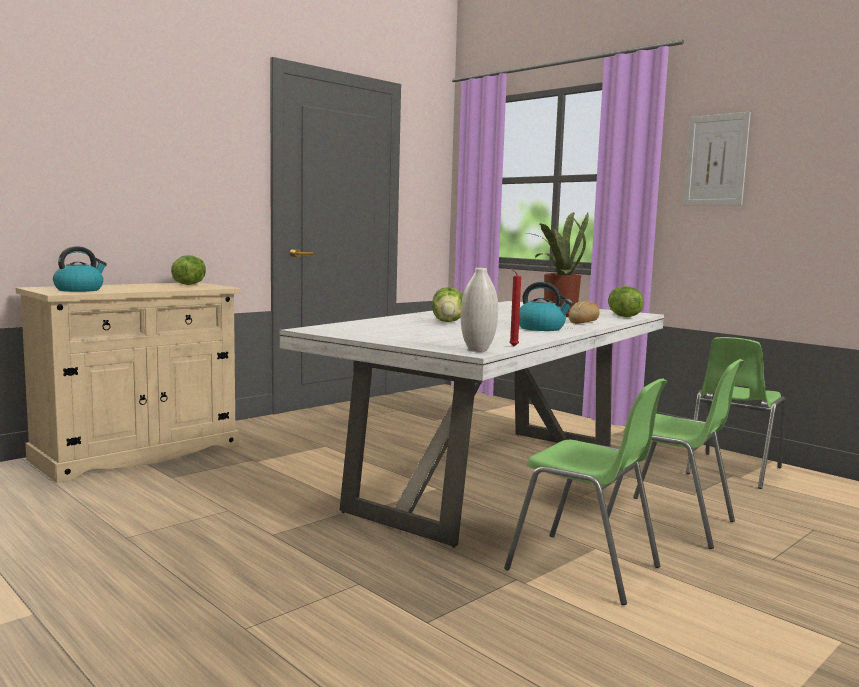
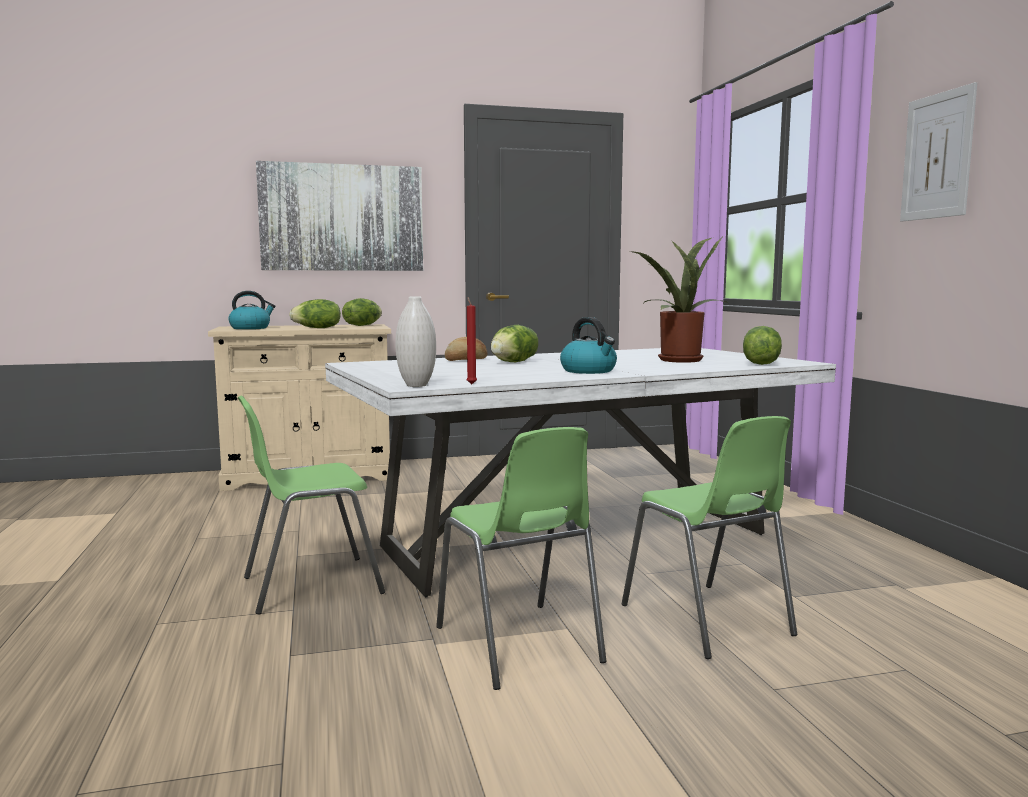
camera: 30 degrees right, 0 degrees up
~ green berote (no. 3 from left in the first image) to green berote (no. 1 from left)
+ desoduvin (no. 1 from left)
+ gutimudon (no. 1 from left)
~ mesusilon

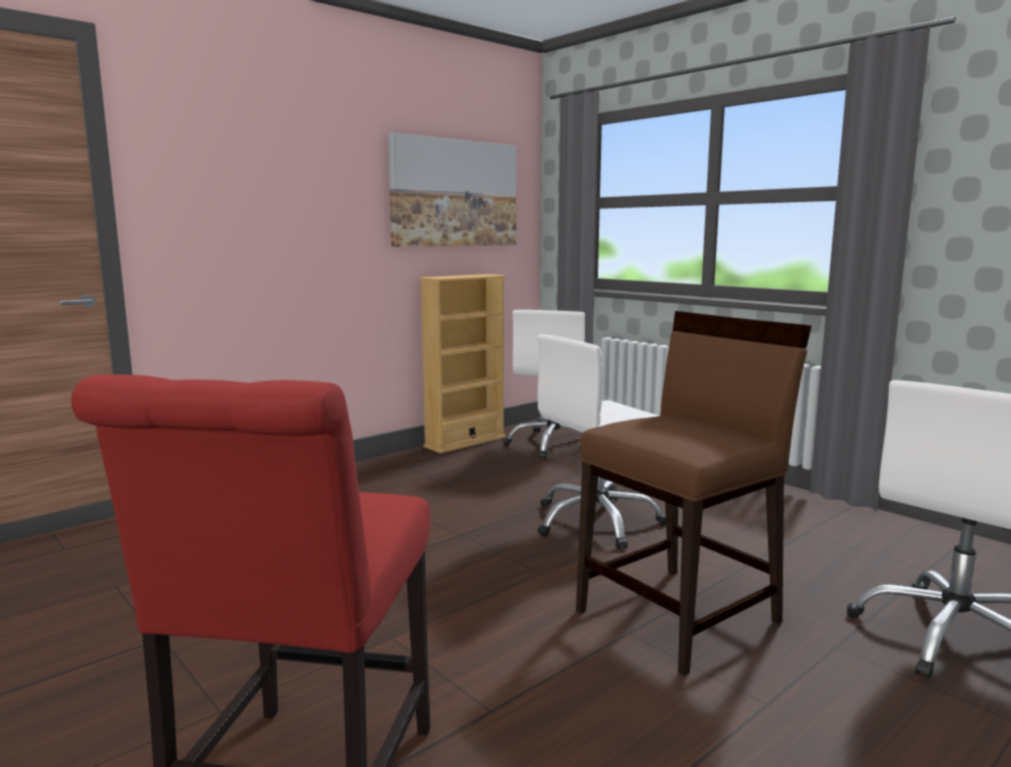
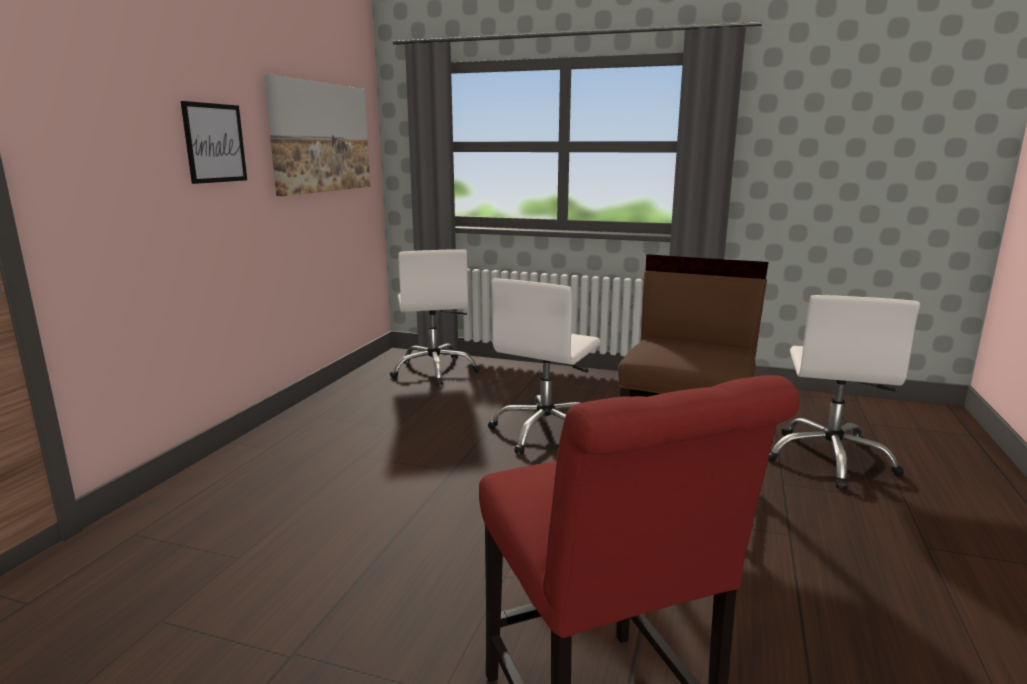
camera: 30 degrees left, 5 degrees up
+ desoduvin (no. 1 from left)
- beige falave

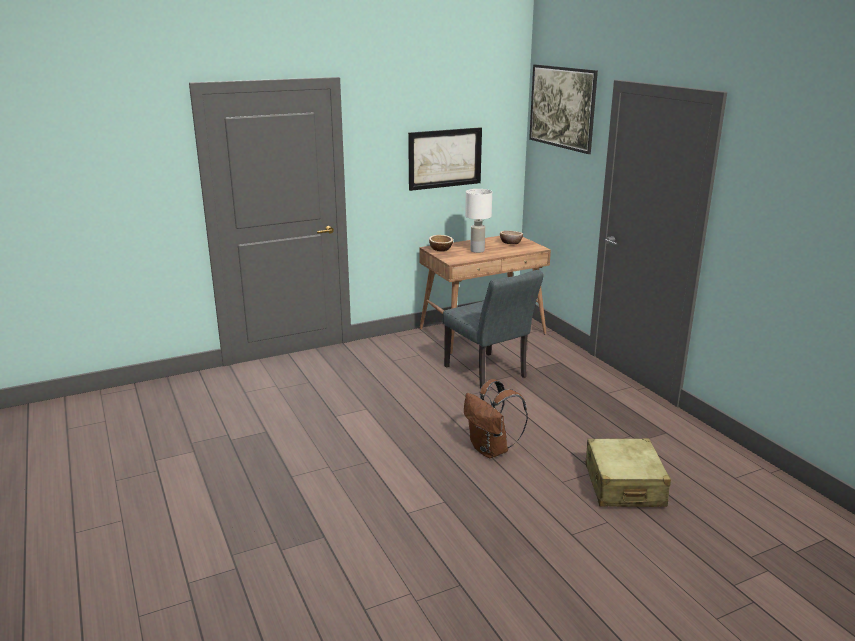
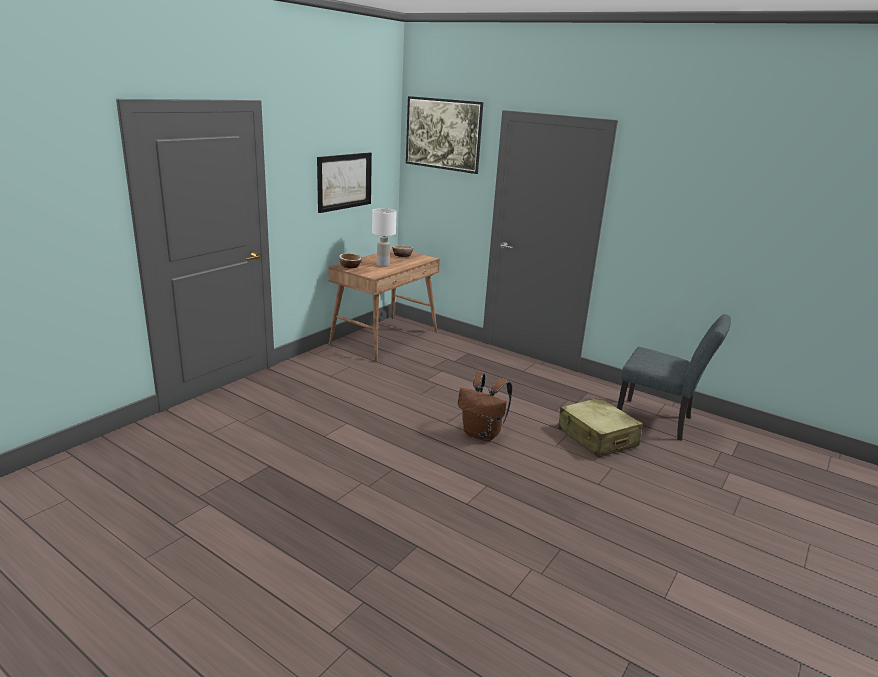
camera: 30 degrees left, 0 degrees up
~ grey berote

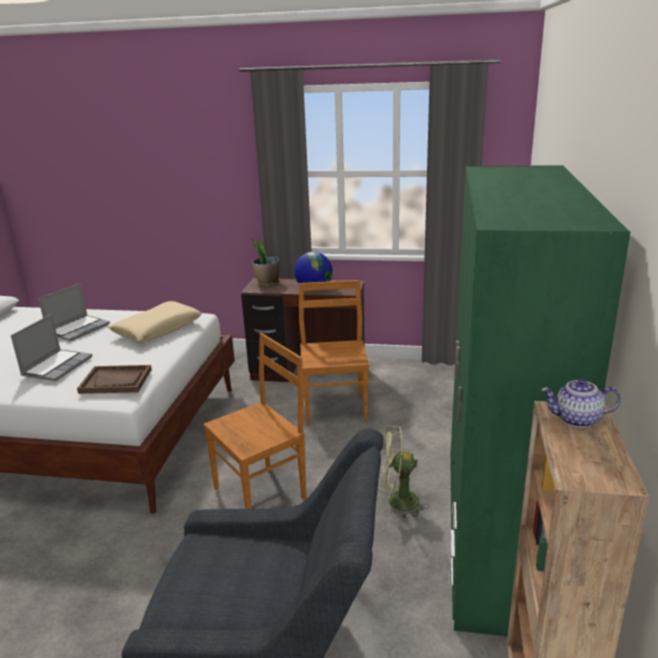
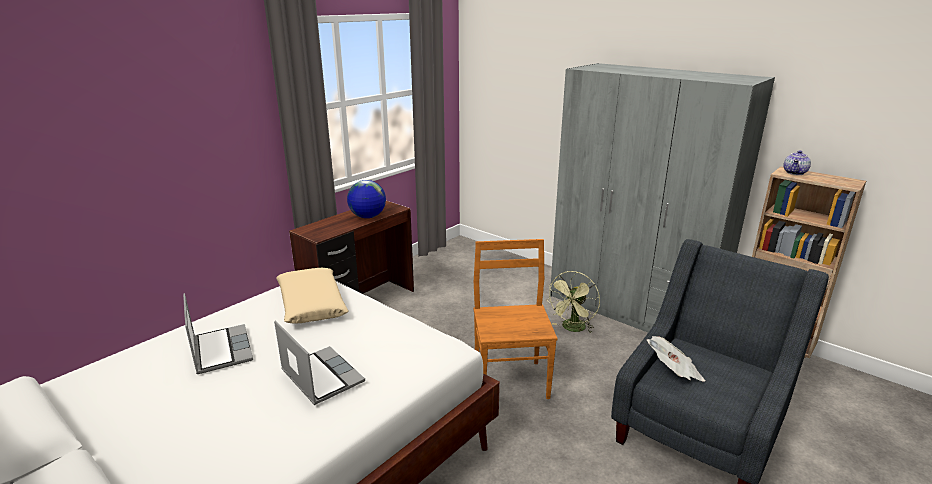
camera: 60 degrees left, 0 degrees up
~ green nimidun to grey nimidun
+ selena
- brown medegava
- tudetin
- brown berote (no. 2 from left)

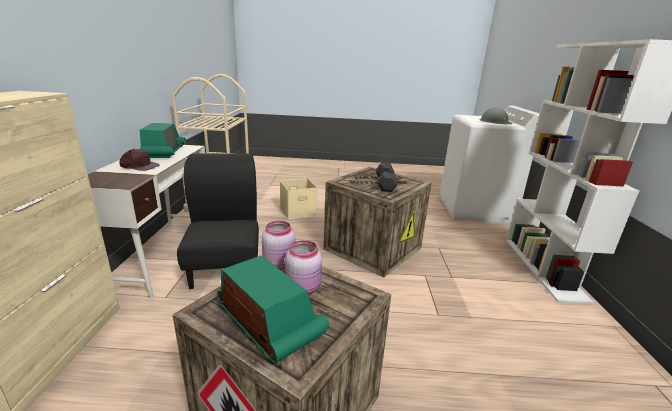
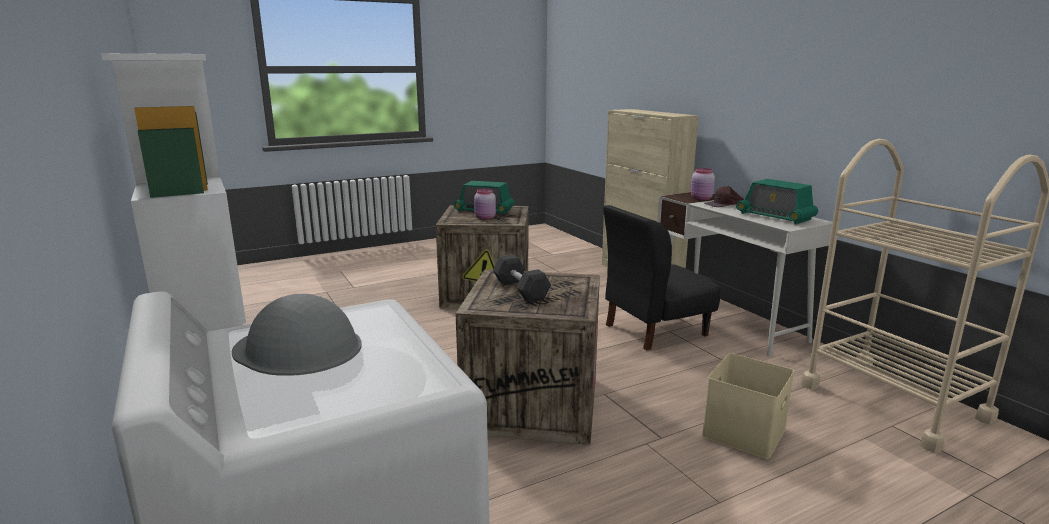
camera: 150 degrees right, 5 degrees down
~ black berote 105 degrees clockwise
~ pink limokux (no. 1 from left in the first image) to pink limokux (no. 2 from left)

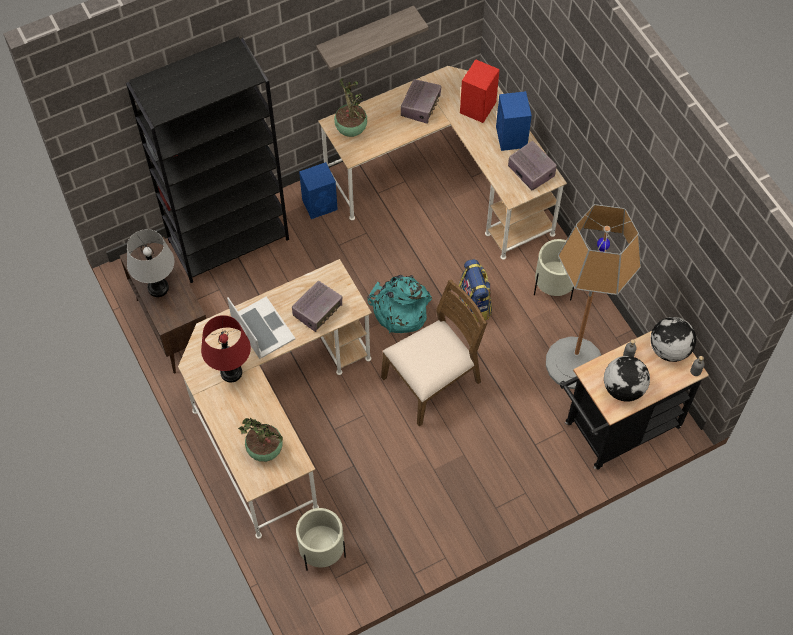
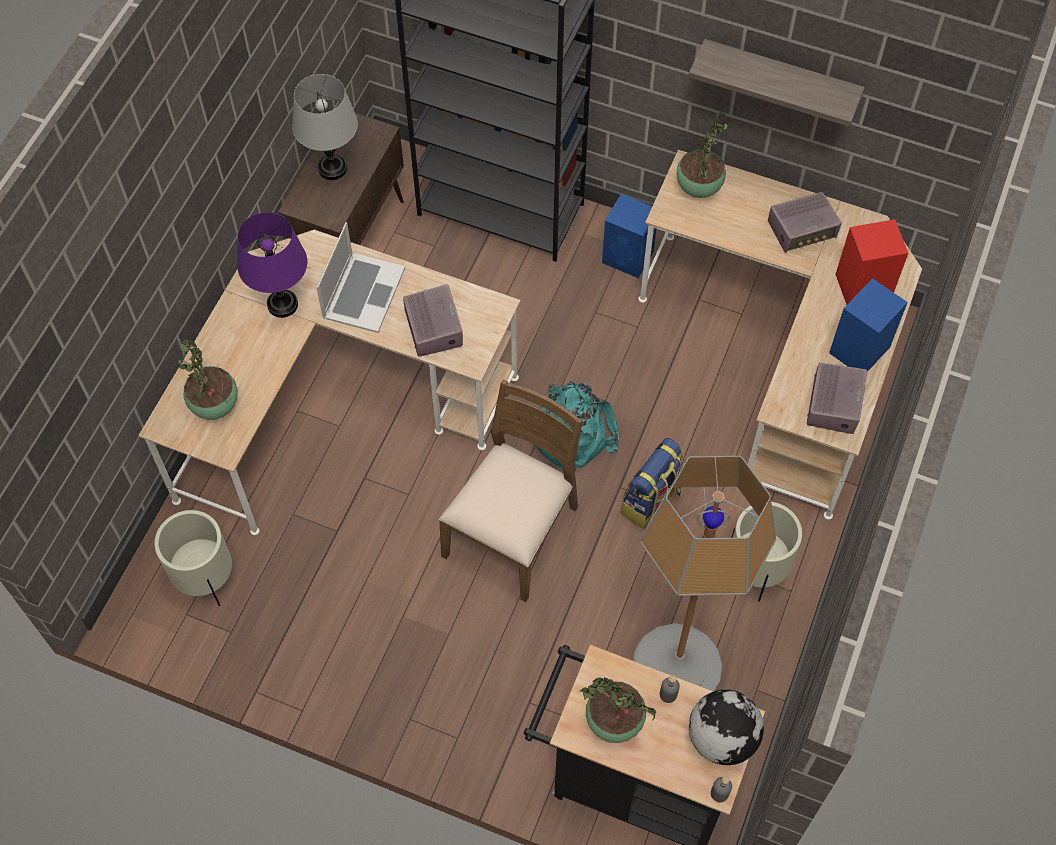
camera: 50 degrees right, 0 degrees up
~ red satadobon to purple satadobon
~ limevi (no. 1 from left) 105 degrees counterclockwise
~ brown berote 75 degrees counterclockwise
~ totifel (no. 1 from left) to tudetin (no. 2 from left)

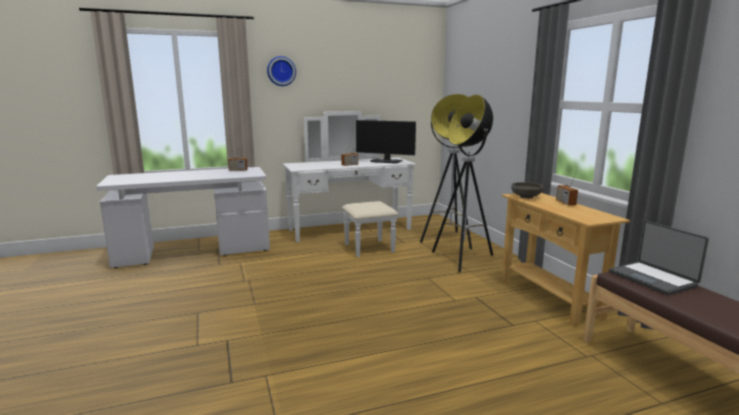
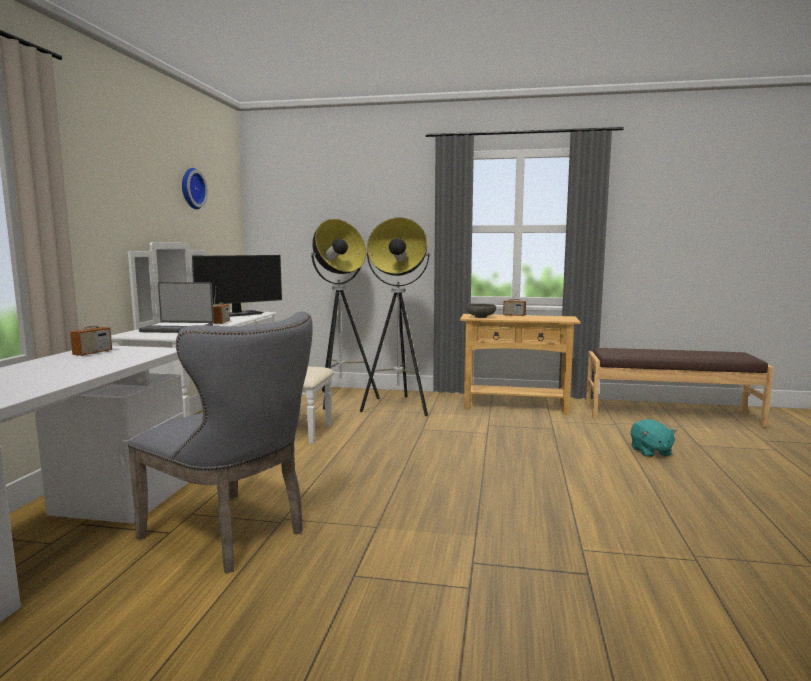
camera: 60 degrees left, 5 degrees down
+ grey berote
~ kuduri
~ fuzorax
+ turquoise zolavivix

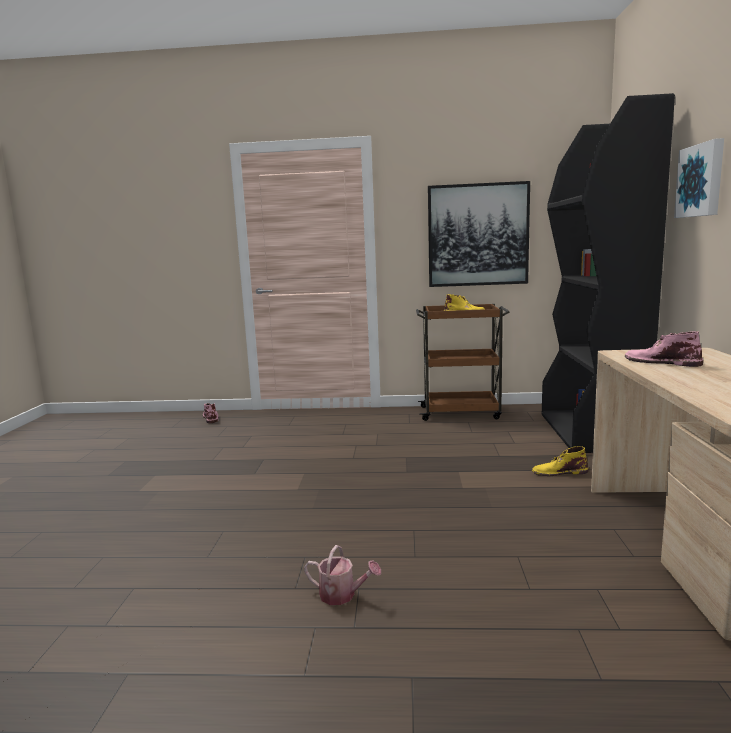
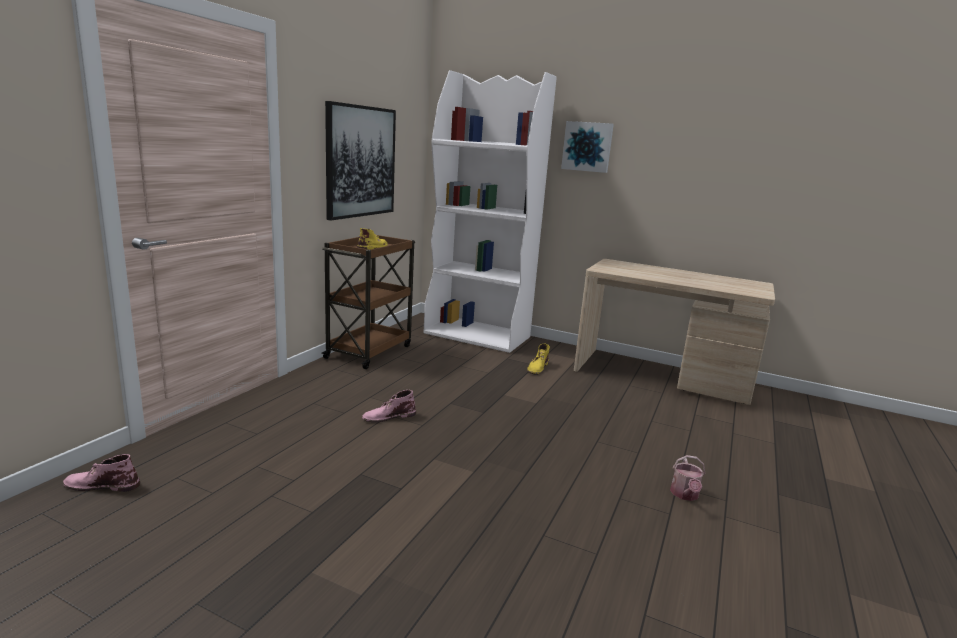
camera: 70 degrees left, 5 degrees up
~ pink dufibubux (no. 2 from left)
~ black falave to white falave
~ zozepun 150 degrees clockwise

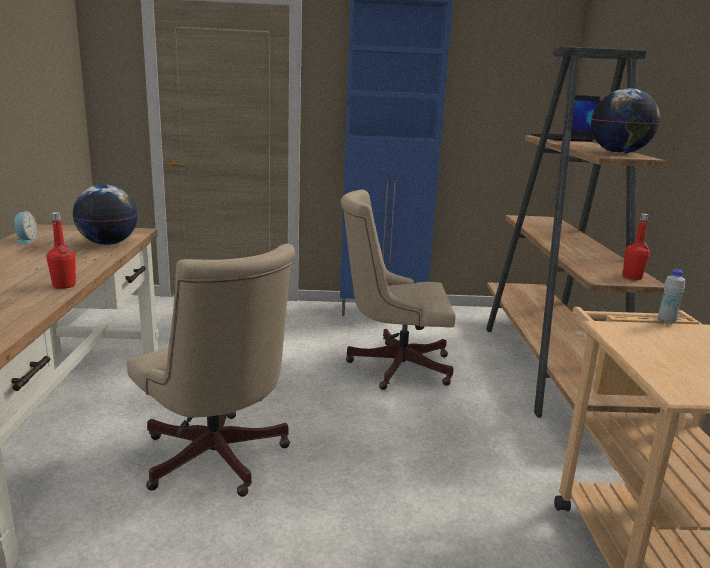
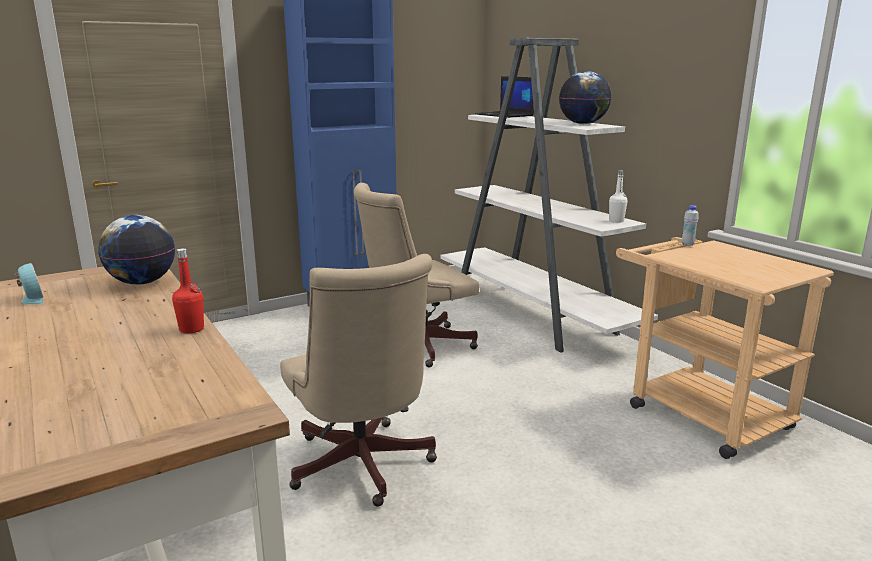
camera: 30 degrees left, 0 degrees up
~ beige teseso (no. 1 from left) 45 degrees clockwise
~ brown falave to white falave
~ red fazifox (no. 2 from left) to white fazifox (no. 1 from left)

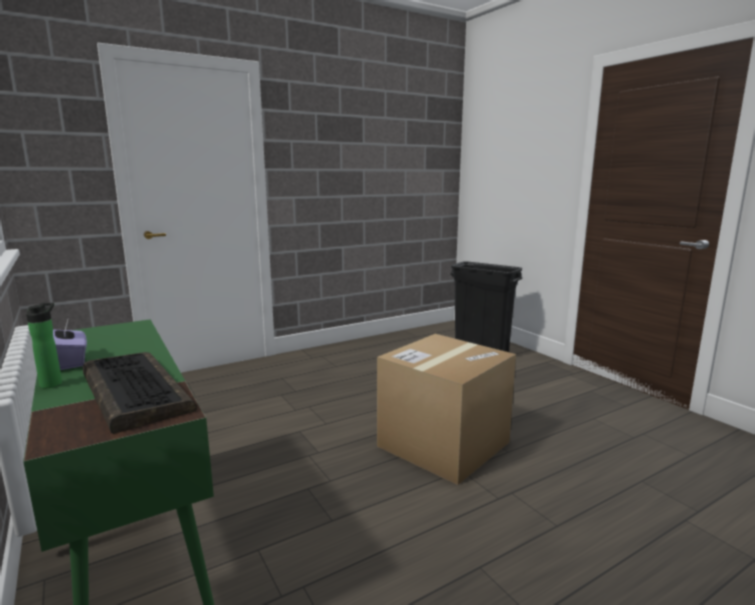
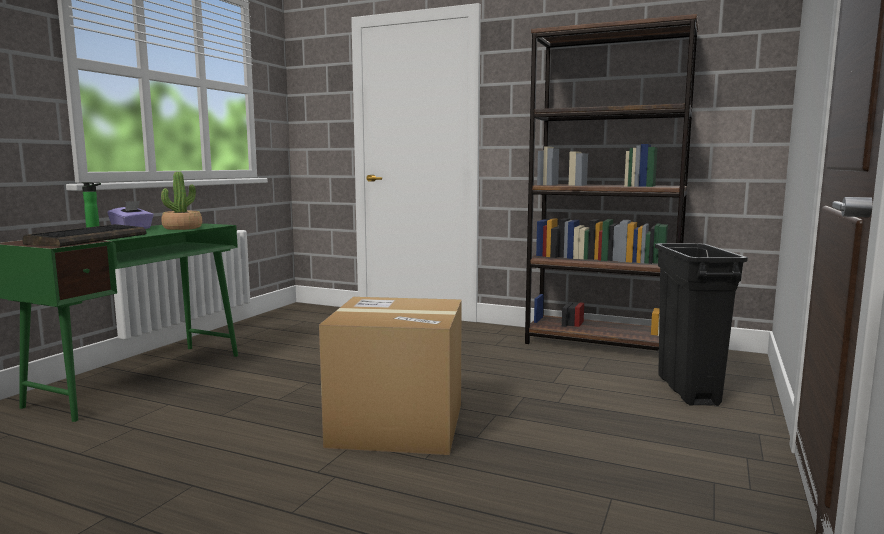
camera: 55 degrees right, 5 degrees down
+ tudetin
+ brown falave

